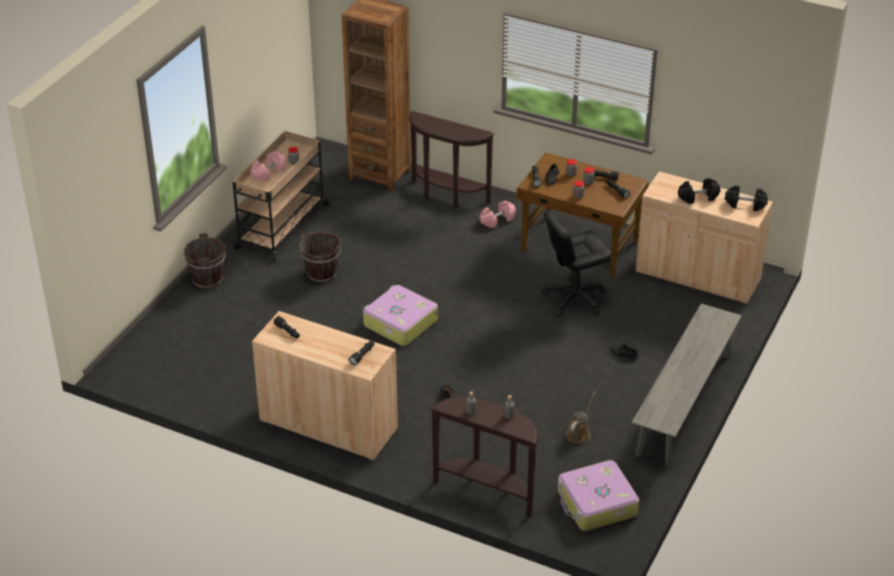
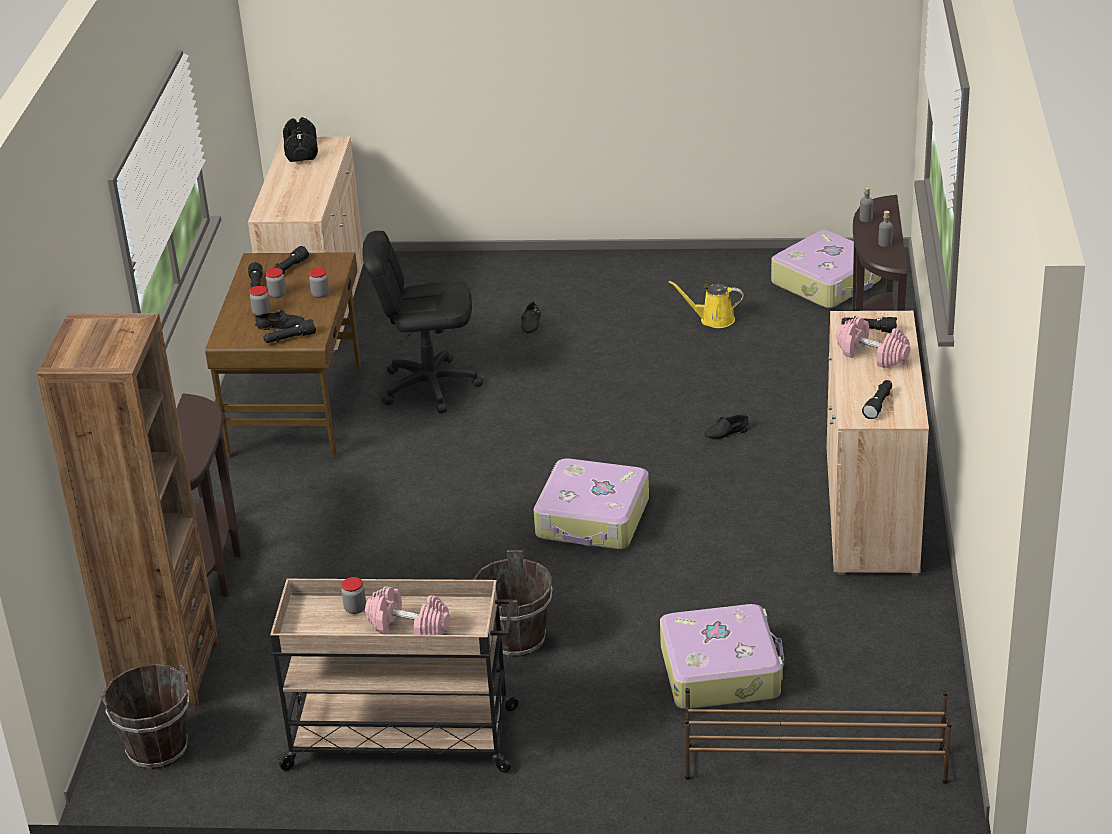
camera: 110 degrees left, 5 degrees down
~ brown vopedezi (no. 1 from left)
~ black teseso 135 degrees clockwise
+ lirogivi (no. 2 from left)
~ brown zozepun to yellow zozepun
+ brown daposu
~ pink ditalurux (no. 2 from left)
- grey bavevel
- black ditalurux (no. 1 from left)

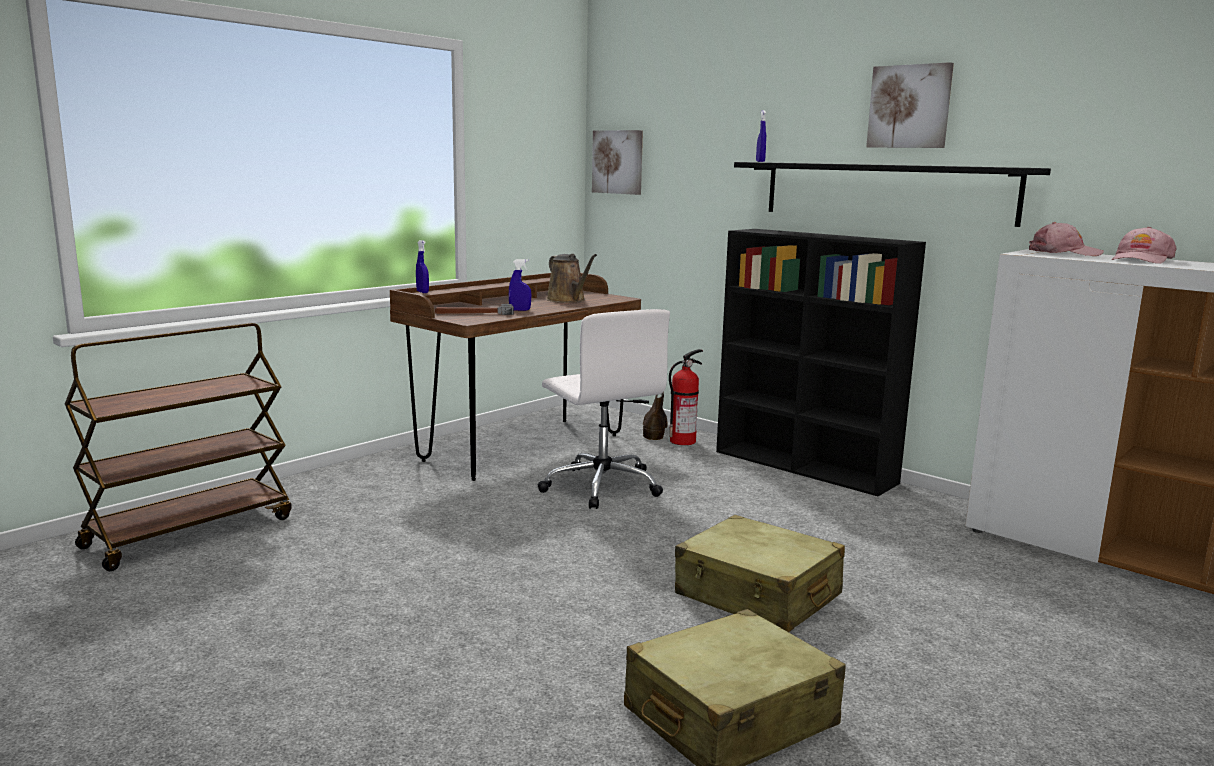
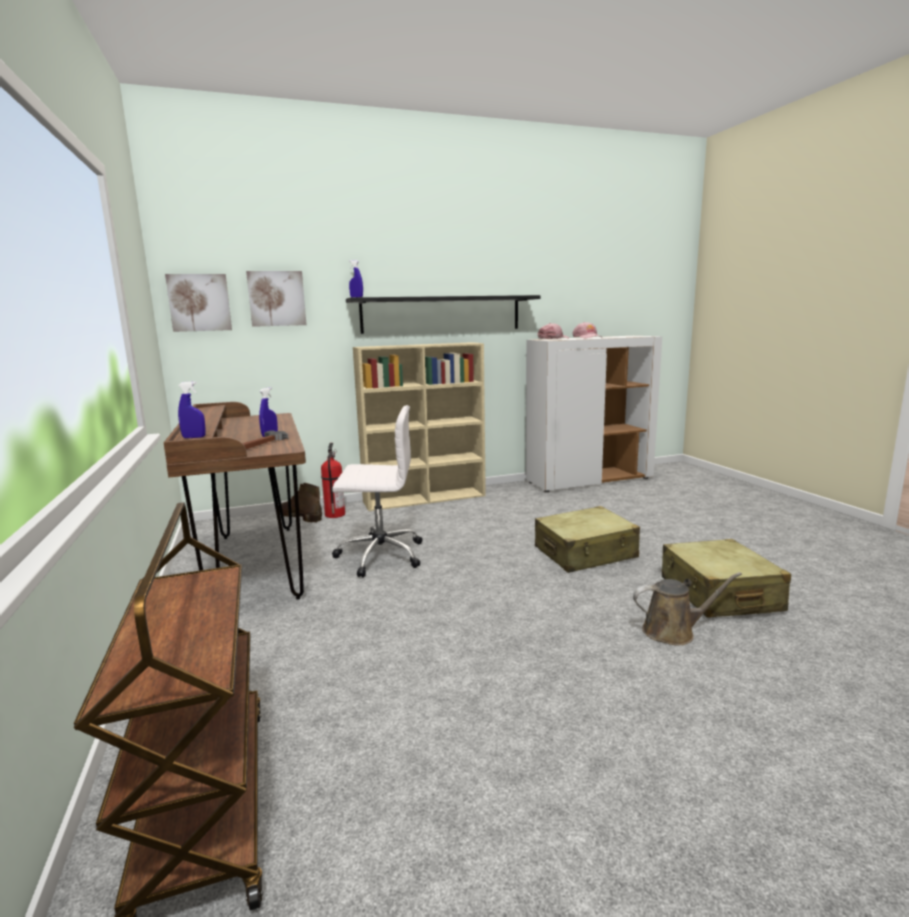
camera: 60 degrees left, 0 degrees up
~ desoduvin (no. 2 from left)
~ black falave to beige falave
~ brown zozepun

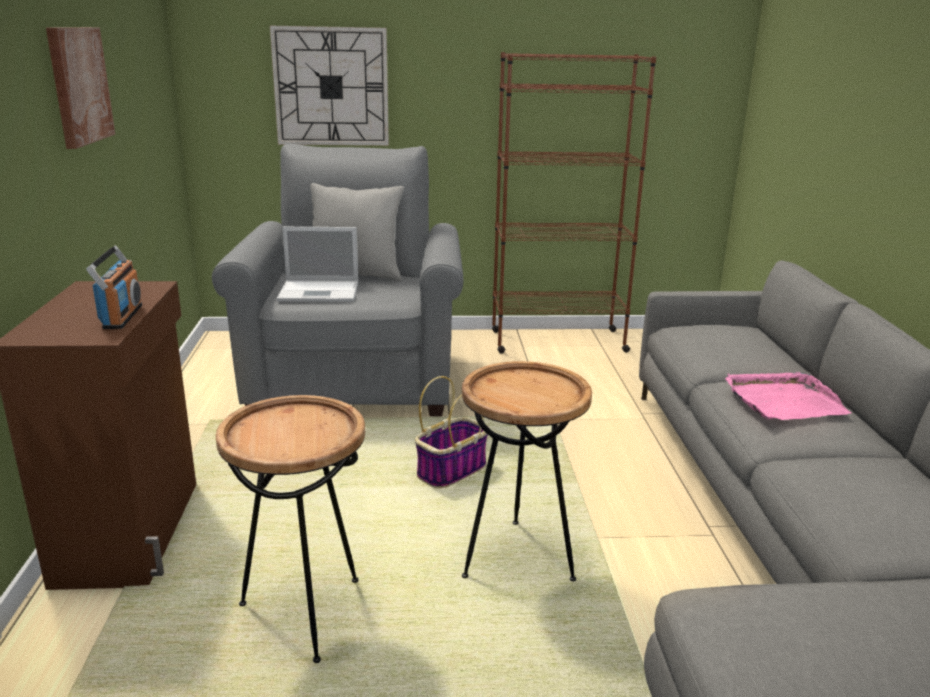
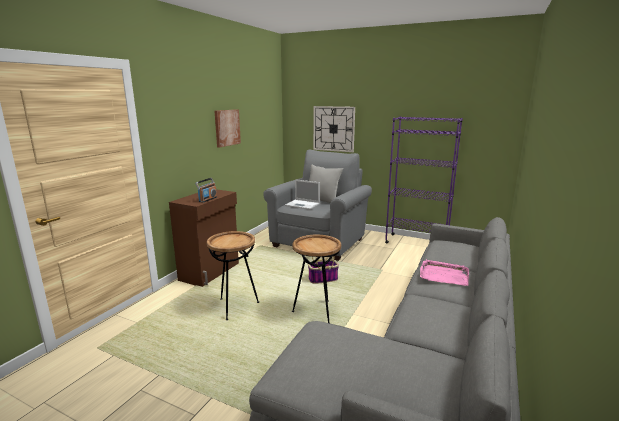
camera: 30 degrees right, 5 degrees down
~ brown falave to purple falave

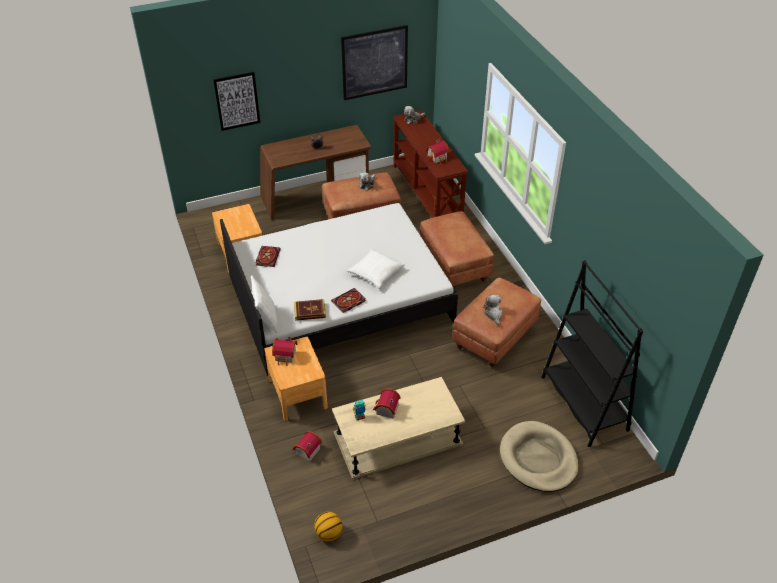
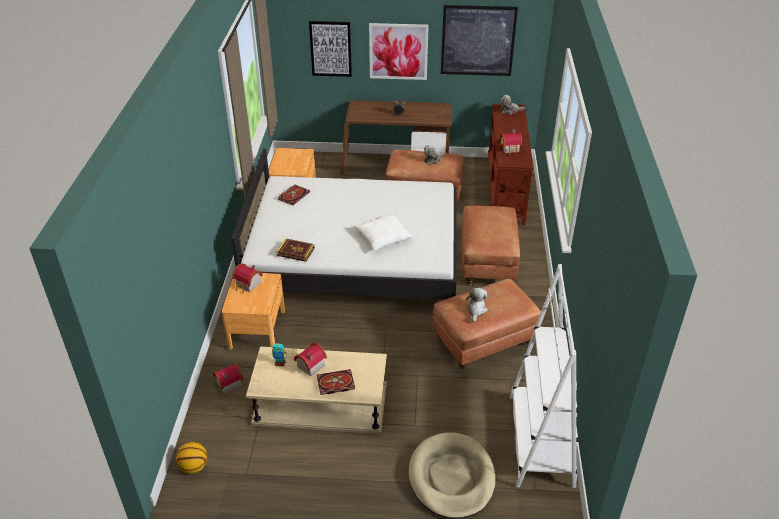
camera: 25 degrees right, 5 degrees down
~ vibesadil (no. 3 from left)
+ desoduvin (no. 2 from left)
~ black falave to white falave
- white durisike (no. 1 from left)

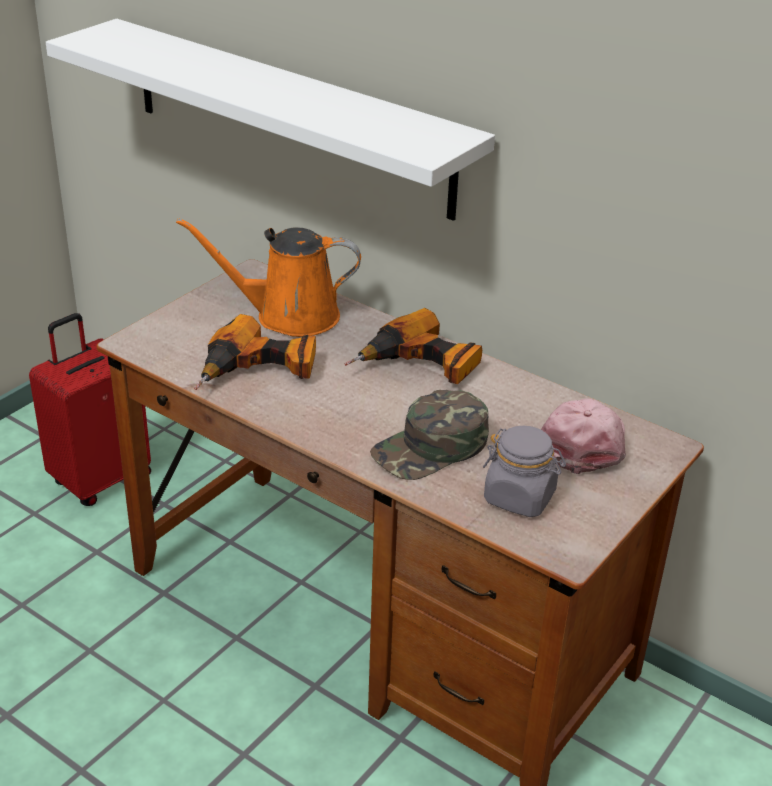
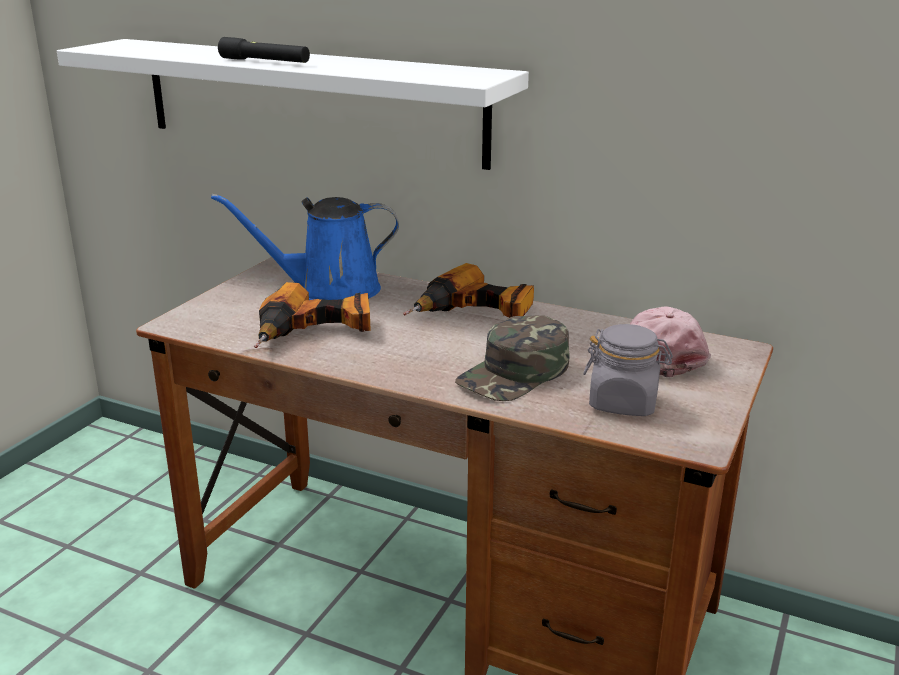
camera: 10 degrees left, 10 degrees down
~ orange zozepun to blue zozepun
+ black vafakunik
- red lirogivi

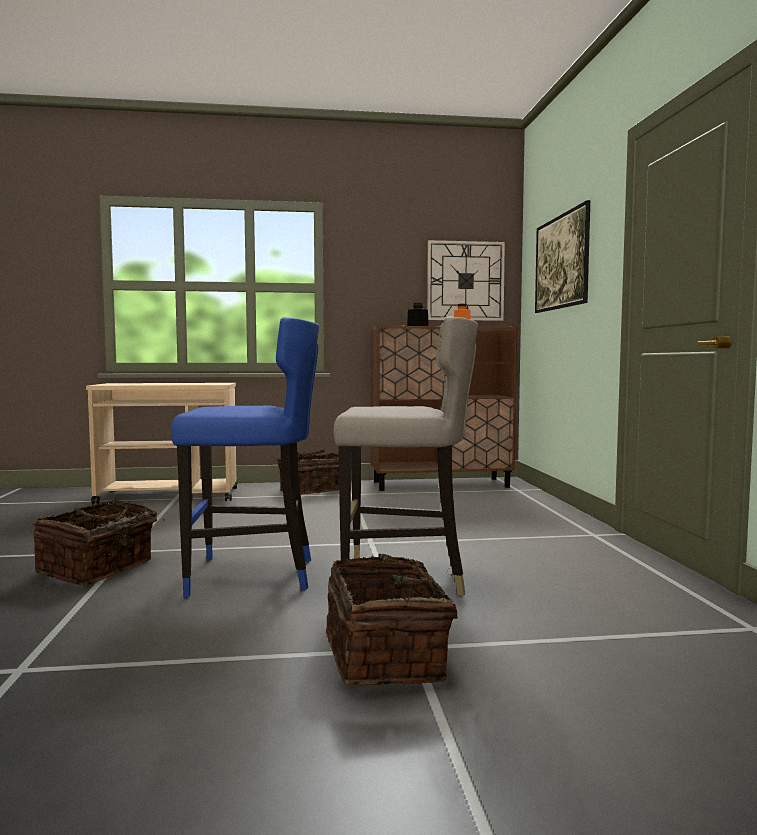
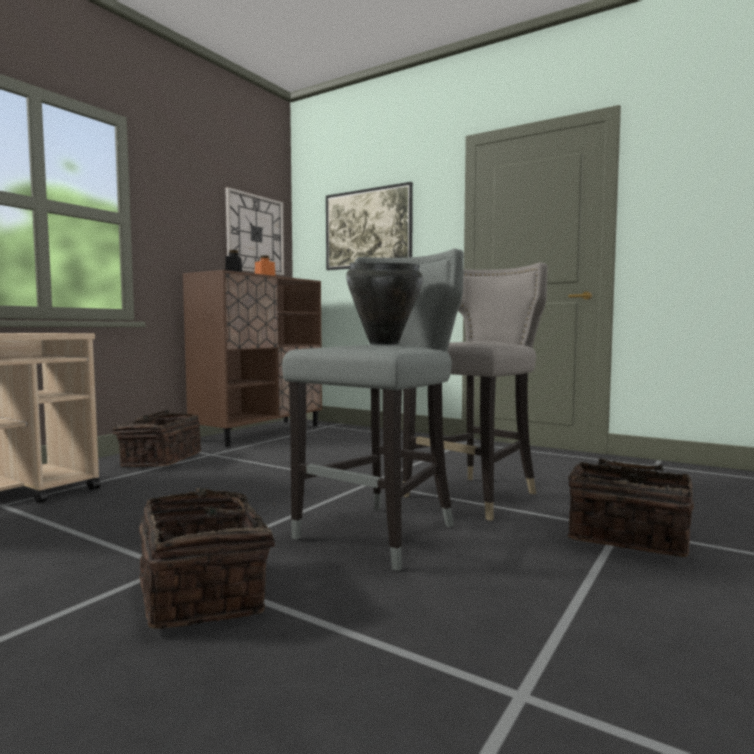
camera: 50 degrees left, 0 degrees up
~ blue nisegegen to grey nisegegen (no. 1 from left)
+ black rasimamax

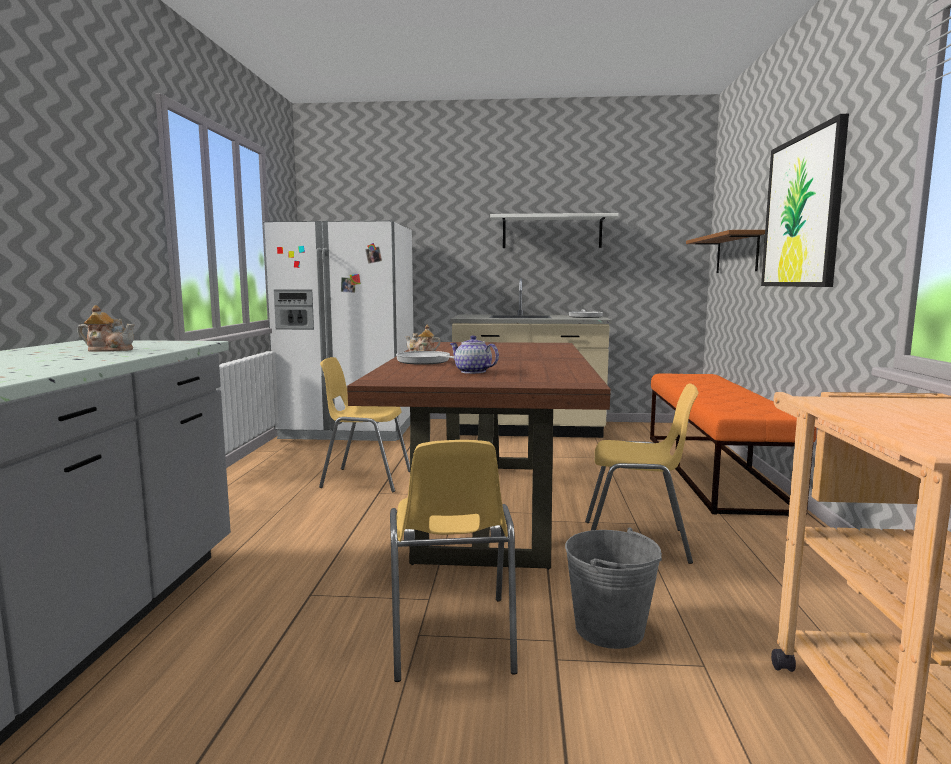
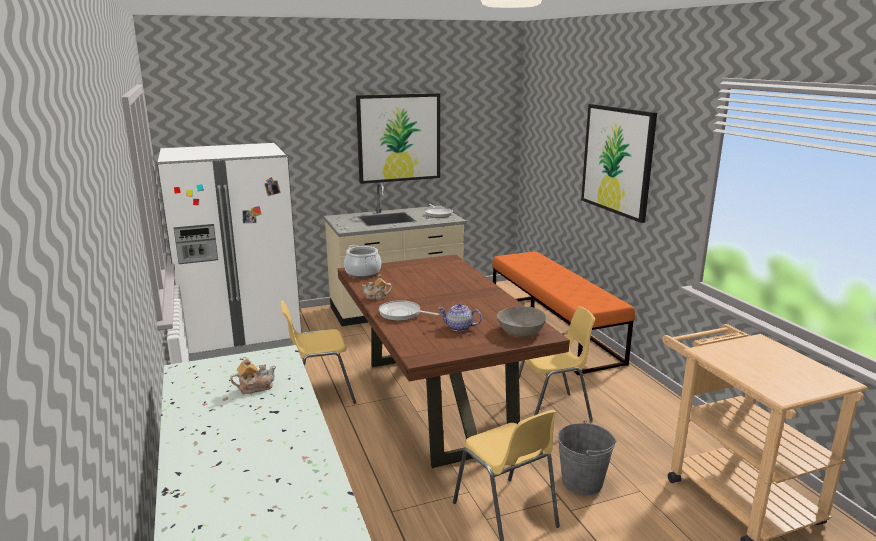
camera: 25 degrees left, 10 degrees up
+ rasimamax
~ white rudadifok to desoduvin (no. 1 from left)
+ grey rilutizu
- brown rudadifok

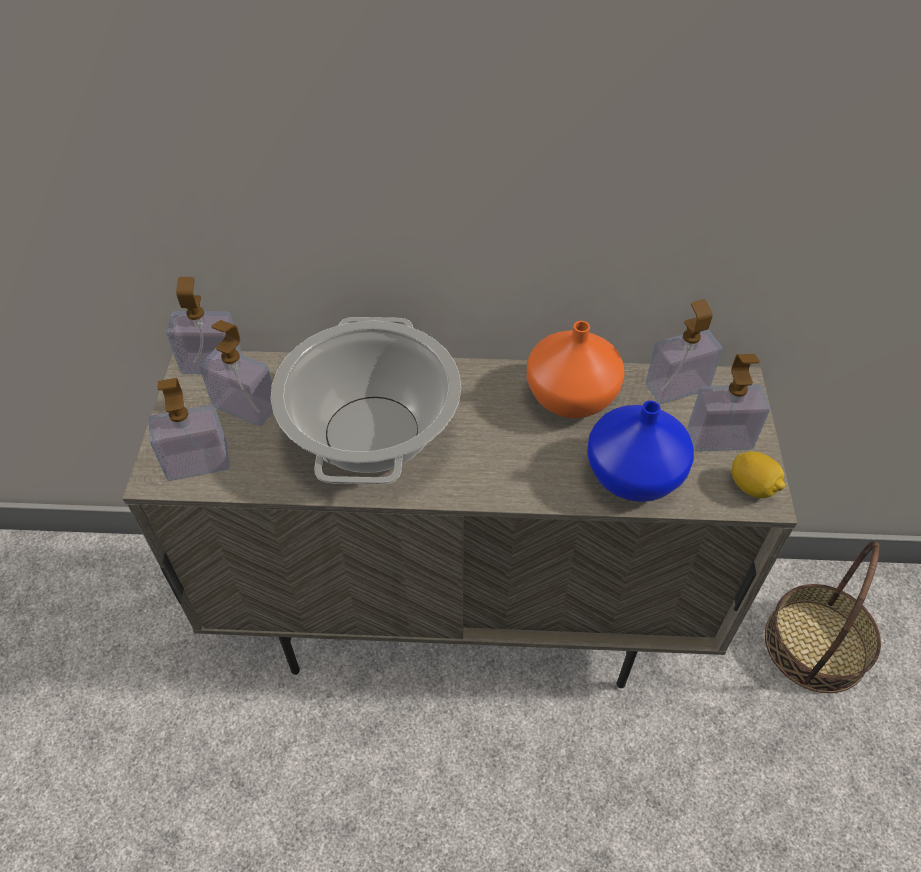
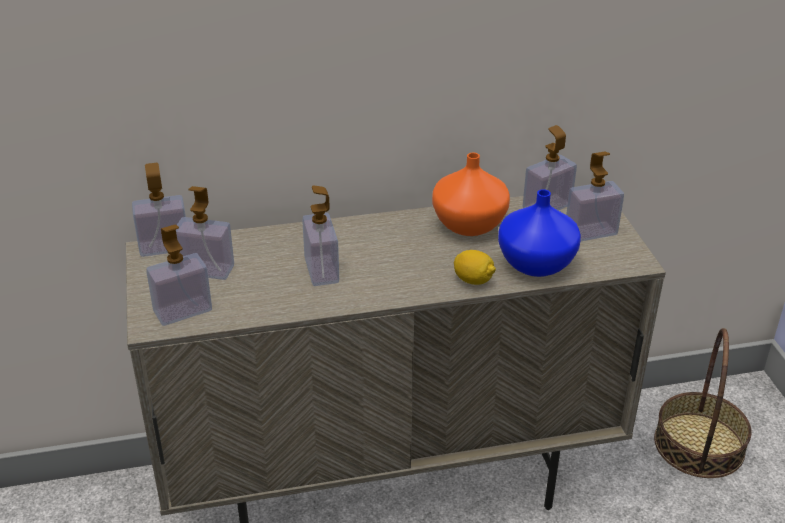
camera: 15 degrees left, 15 degrees down
~ rasimamax to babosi (no. 4 from left)
~ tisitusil

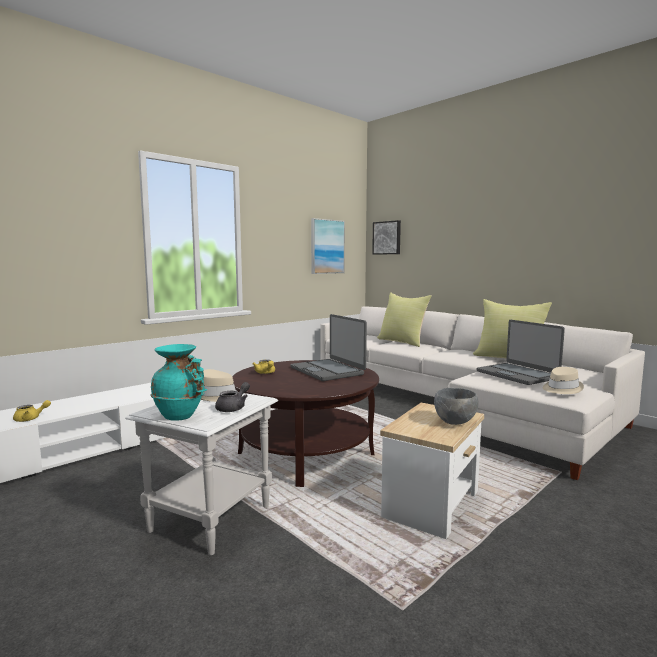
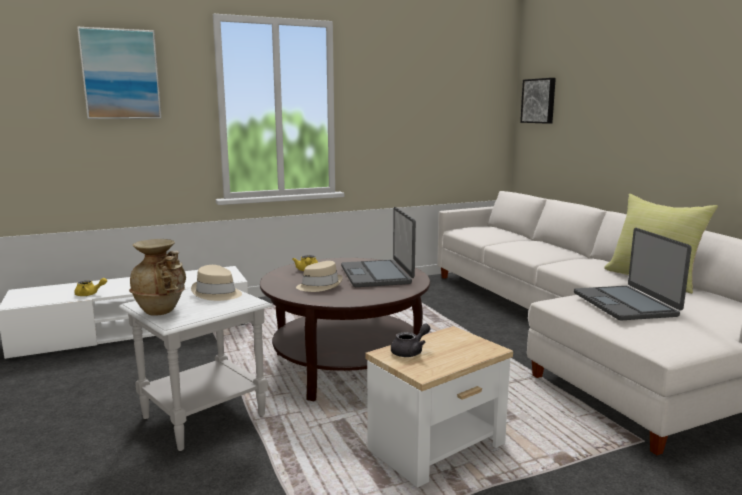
camera: 20 degrees right, 5 degrees up
~ desoduvin (no. 1 from left)
~ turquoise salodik to beige salodik
~ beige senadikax (no. 2 from left)
~ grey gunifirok
- yellow durisike (no. 1 from left)
- grey rilutizu

